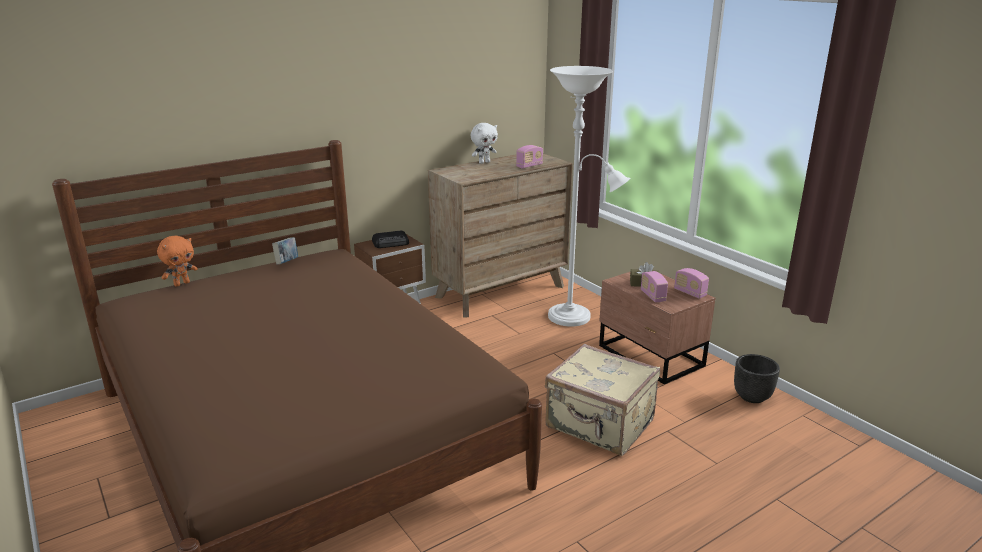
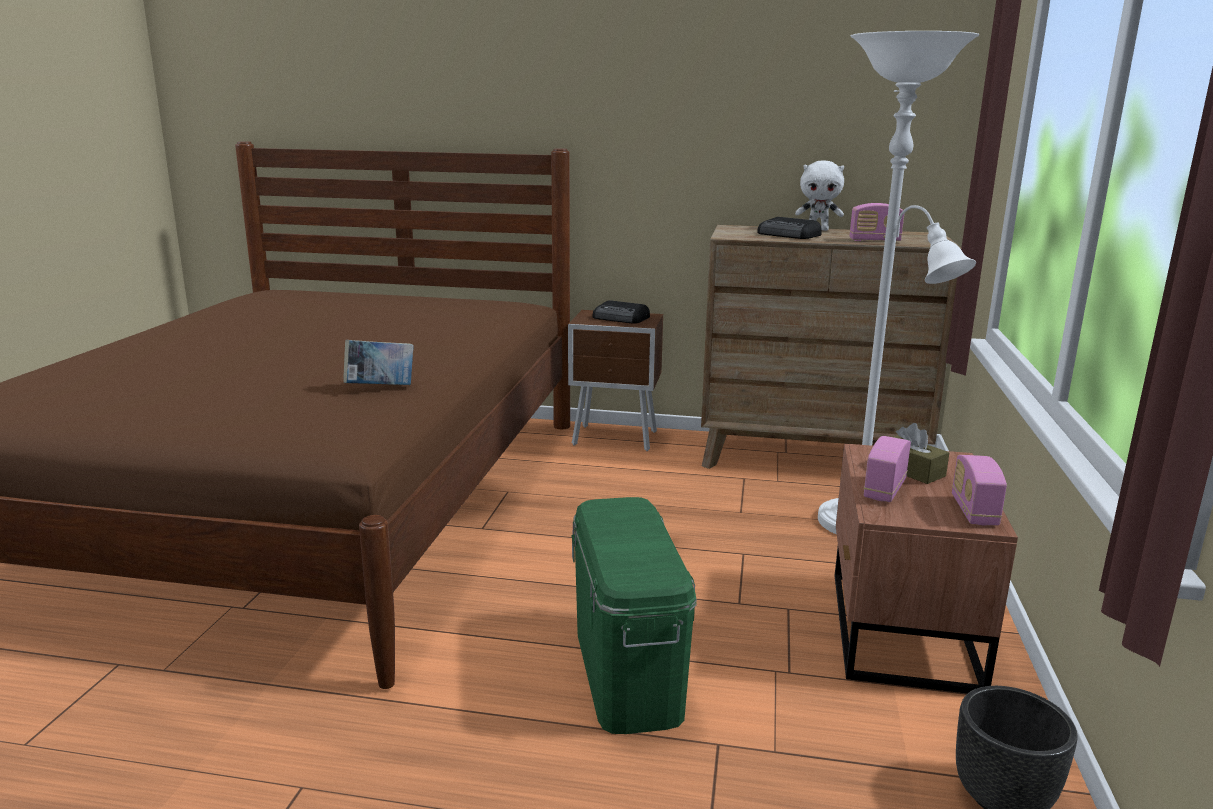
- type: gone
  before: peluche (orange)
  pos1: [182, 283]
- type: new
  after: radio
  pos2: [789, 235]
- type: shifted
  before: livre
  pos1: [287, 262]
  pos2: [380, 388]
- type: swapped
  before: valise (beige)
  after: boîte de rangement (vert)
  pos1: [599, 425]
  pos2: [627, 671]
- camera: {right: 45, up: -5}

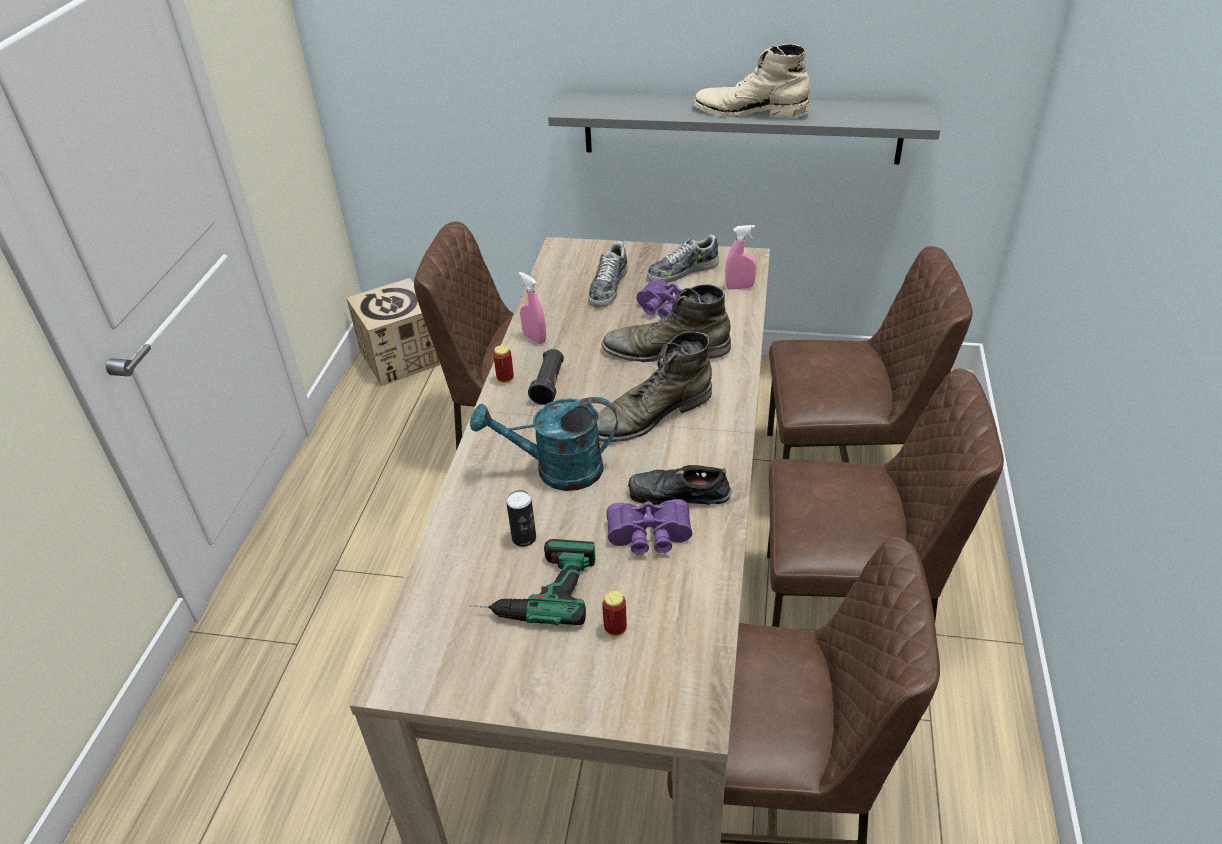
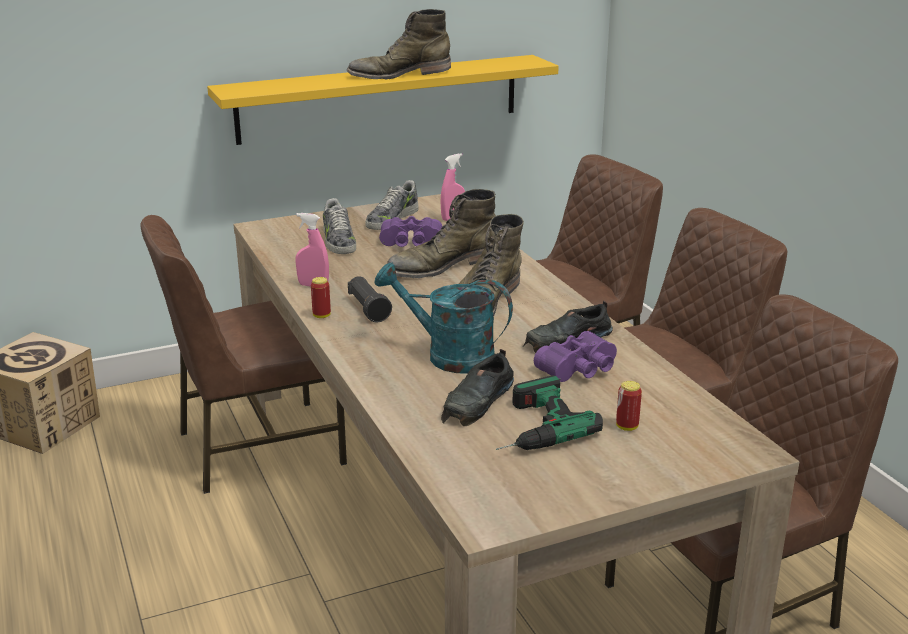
- type: swapped
  before: boîte métallique
  after: chaussure (noir)
  pos1: [524, 538]
  pos2: [478, 402]
- type: repainted
  before: étagère (gris)
  after: étagère (jaune)
  pos1: [740, 127]
  pos2: [380, 98]
- type: repainted
  before: botte (beige)
  after: botte (vert)
  pos1: [750, 111]
  pos2: [399, 74]
- type: rotated
  before: arrosoir (turquoise)
  pos1: [556, 470]
  pos2: [449, 356]
  turn: 60
- camera: {right: -35, up: -15}

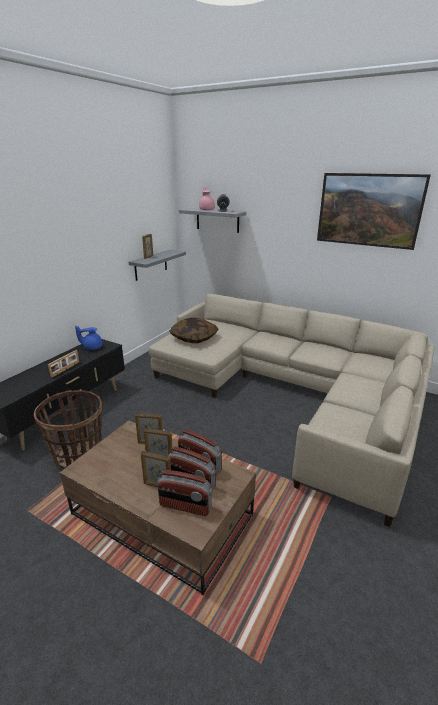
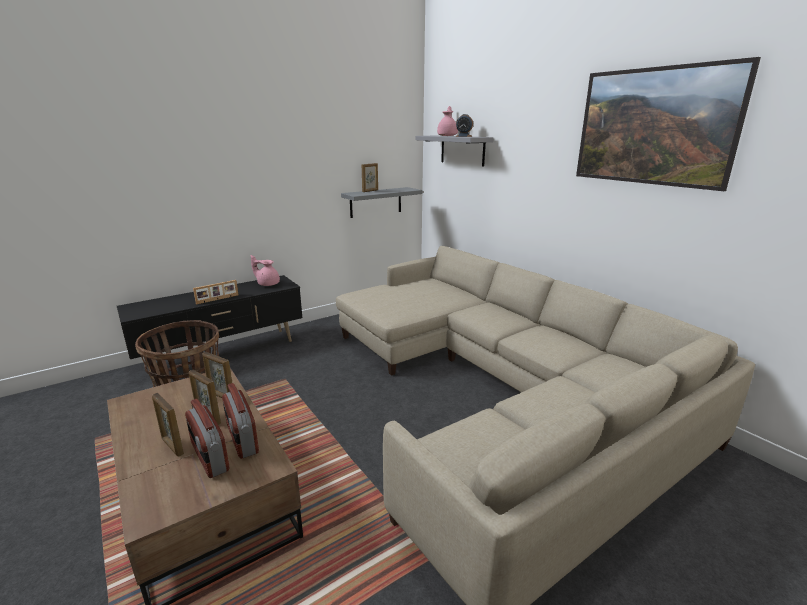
- type: gone
  before: radio
  pos1: [185, 506]
- type: gone
  before: coussin
  pos1: [194, 337]
- type: repainted
  before: théière (bleu)
  after: théière (rose)
  pos1: [92, 347]
  pos2: [267, 284]
- camera: {right: 25, up: -5}

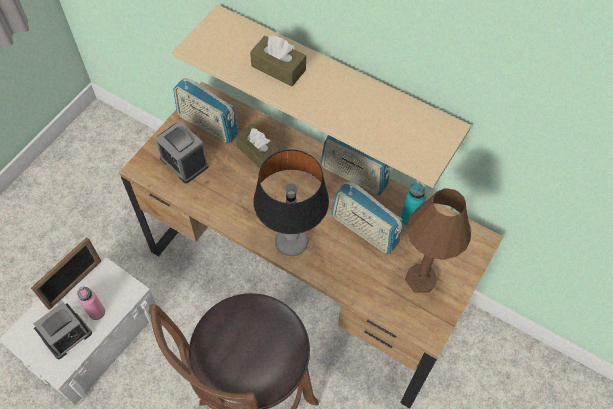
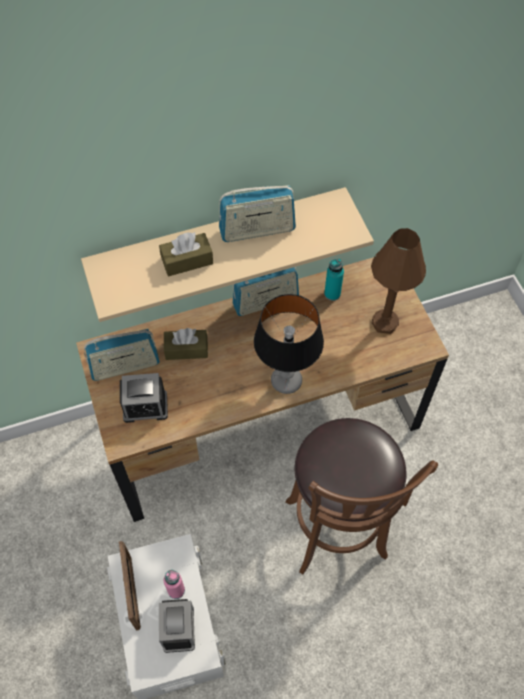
- type: shifted
  before: radio
  pos1: [364, 230]
  pos2: [257, 230]
- camera: {right: -50, up: 0}

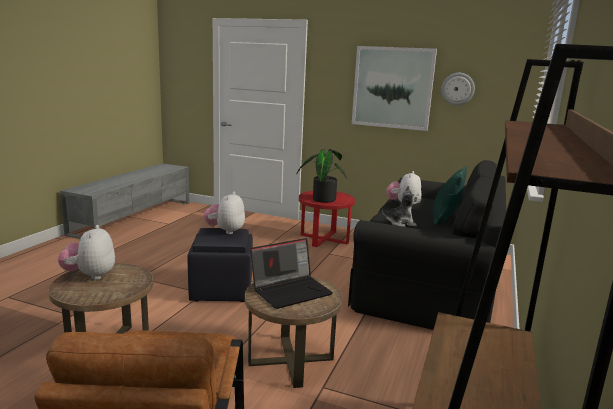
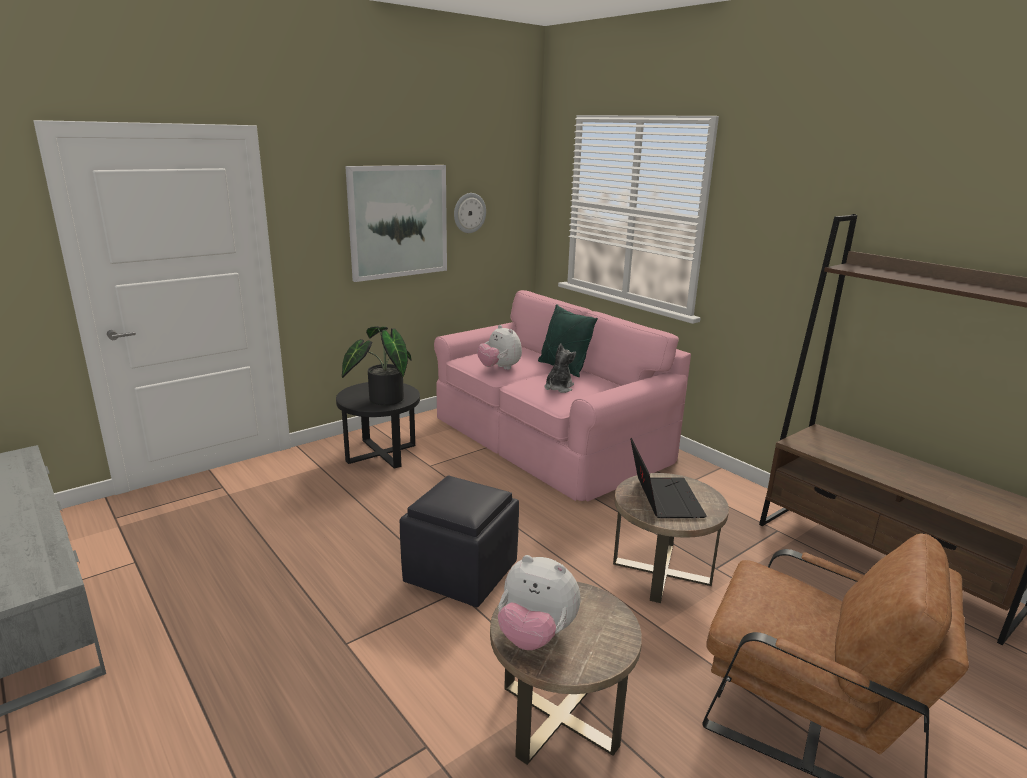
- type: gone
  before: peluche
  pos1: [225, 231]
- type: repainted
  before: table d'appoint (rouge)
  after: table d'appoint (noir)
  pos1: [324, 238]
  pos2: [381, 453]
- type: repainted
  before: canapé (noir)
  after: canapé (rose)
  pos1: [428, 280]
  pos2: [550, 439]
- camera: {right: -60, up: 5}

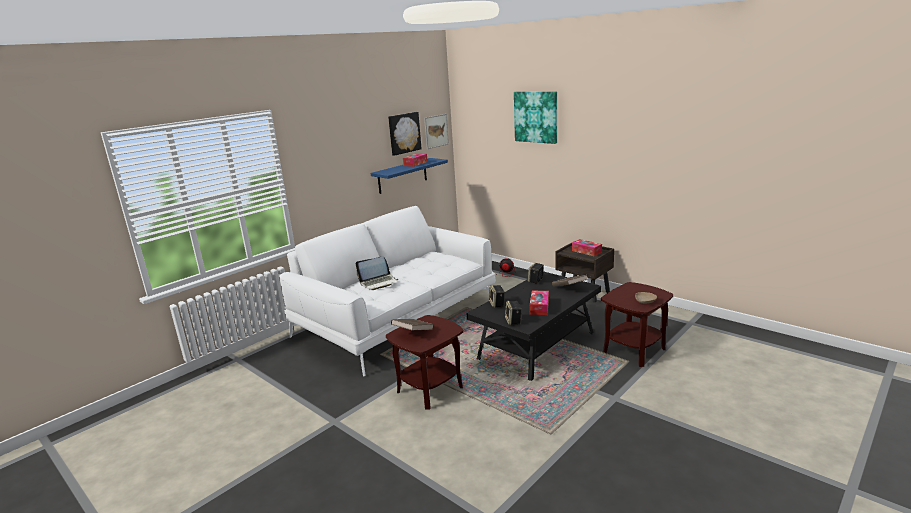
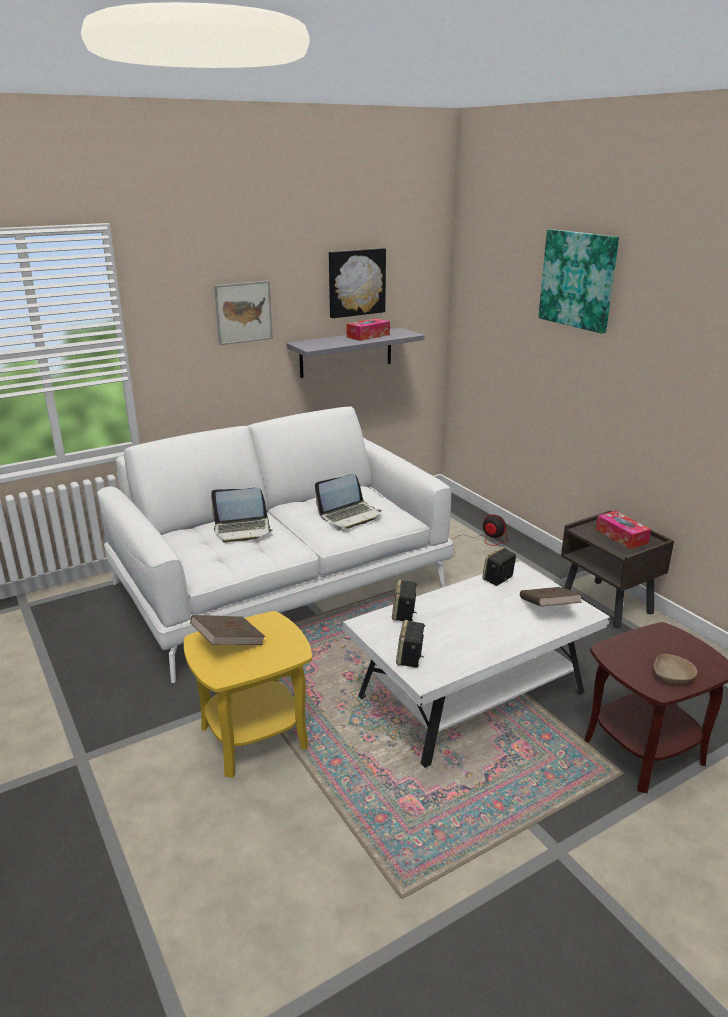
- type: gone
  before: boîte à mouchoirs
  pos1: [539, 307]
- type: new
  after: ordinateur portable
  pos2: [350, 515]
- type: shifted
  before: tableau
  pos1: [436, 131]
  pos2: [243, 312]
- type: repainted
  before: étagère (bleu)
  after: étagère (gris)
  pos1: [402, 175]
  pos2: [346, 352]
- type: repainted
  before: table d'appoint (marron)
  after: table d'appoint (jaune)
  pos1: [429, 389]
  pos2: [254, 736]
- type: repainted
  before: table basse (noir)
  after: table basse (blanc)
  pos1: [537, 347]
  pos2: [471, 697]
- camera: {right: 15, up: 5}

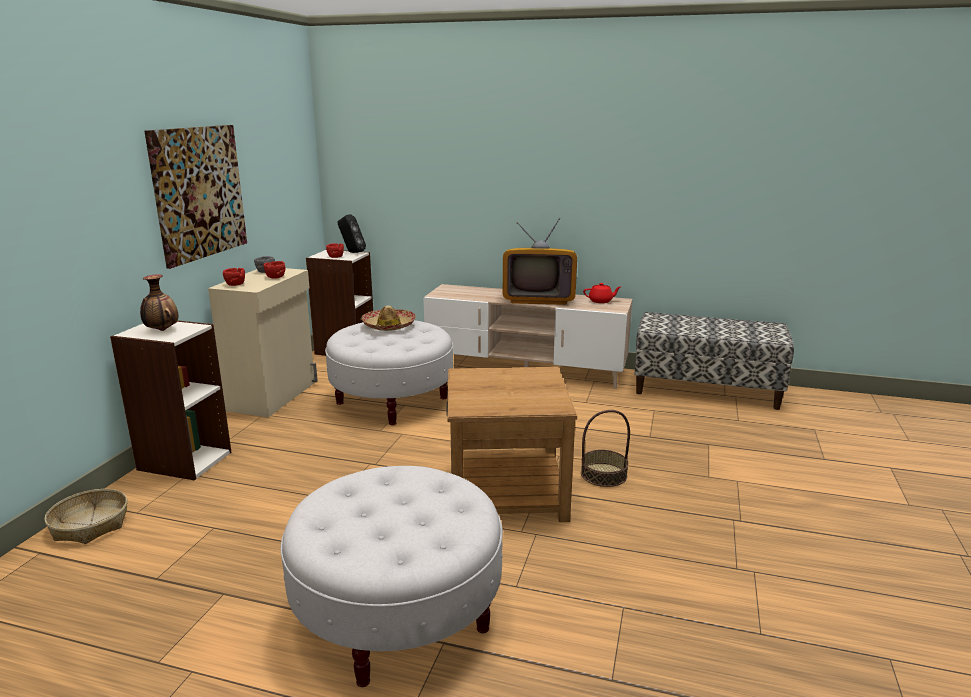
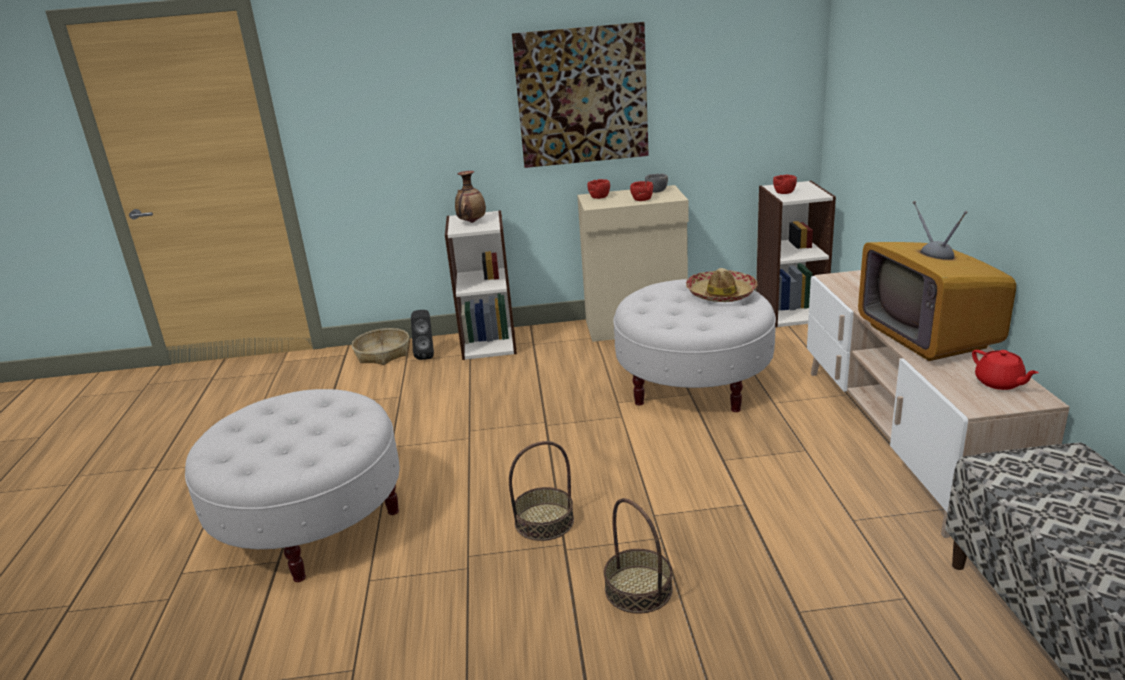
- type: shifted
  before: enceinte (noir)
  pos1: [351, 252]
  pos2: [427, 355]
- type: swapped
  before: table d'appoint (marron)
  after: panier
  pos1: [506, 491]
  pos2: [544, 522]
- camera: {right: 70, up: 5}

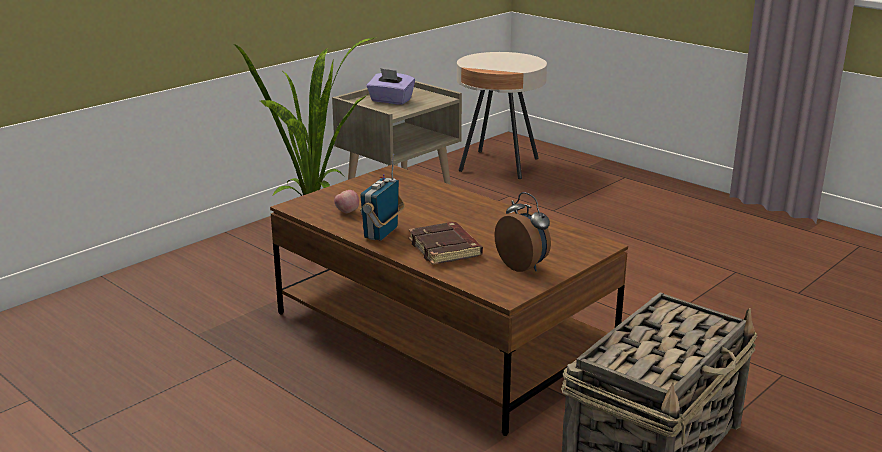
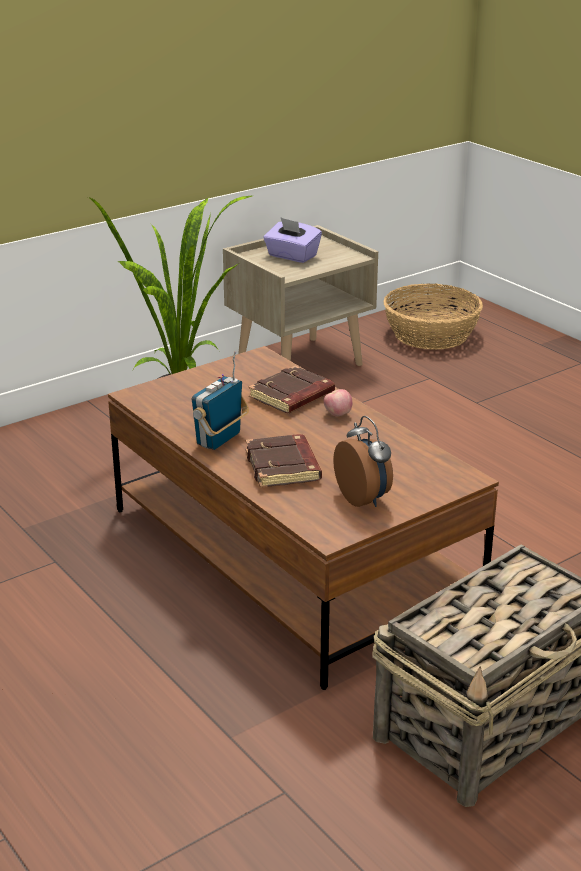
- type: new
  after: livre (marron)
  pos2: [292, 396]
- type: shifted
  before: pomme
  pos1: [347, 212]
  pos2: [337, 414]
- type: swapped
  before: table d'appoint (beige)
  after: panier
  pos1: [499, 165]
  pos2: [431, 334]
- camera: {right: 10, up: 5}

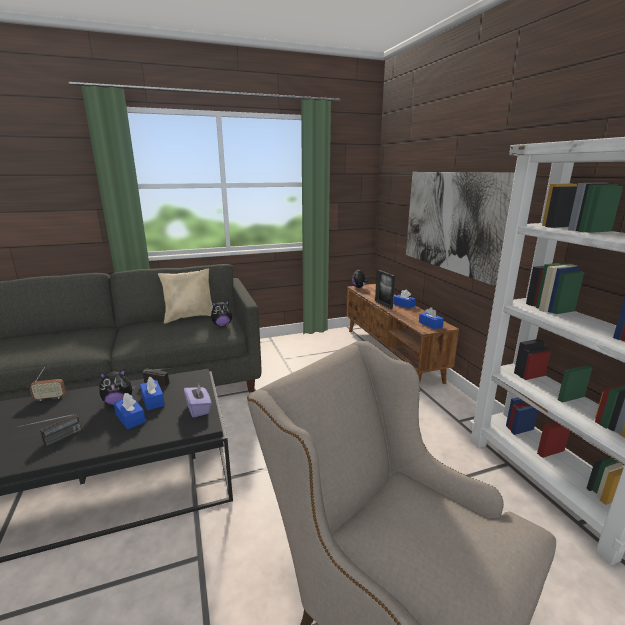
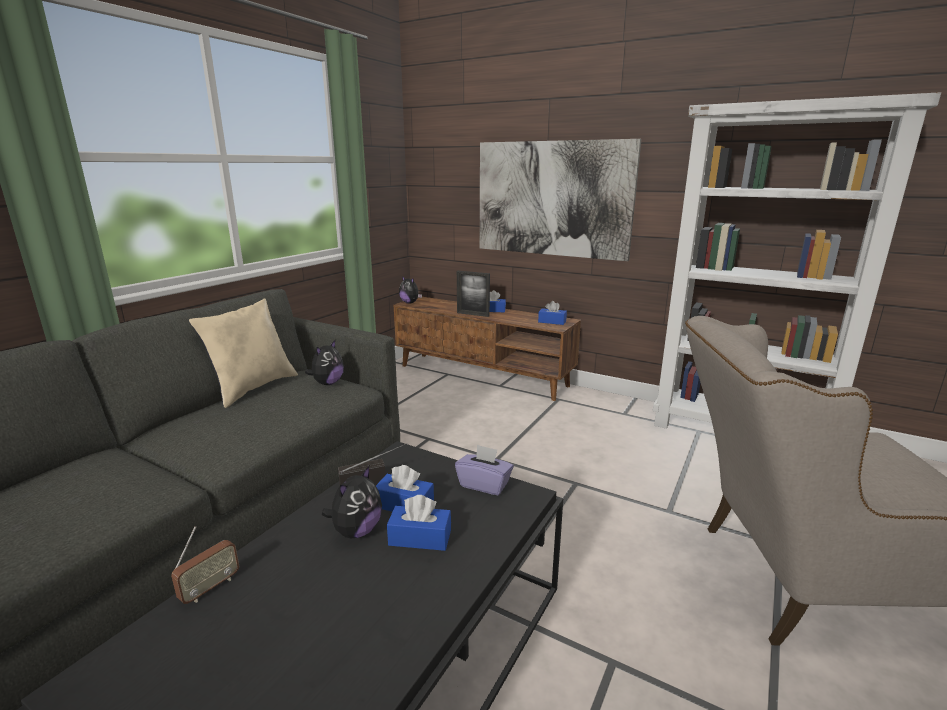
- type: gone
  before: radio
  pos1: [53, 441]
- camera: {right: -40, up: 0}

